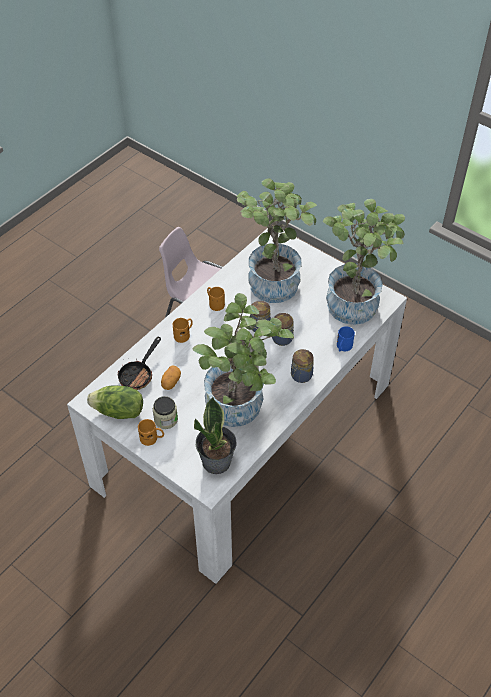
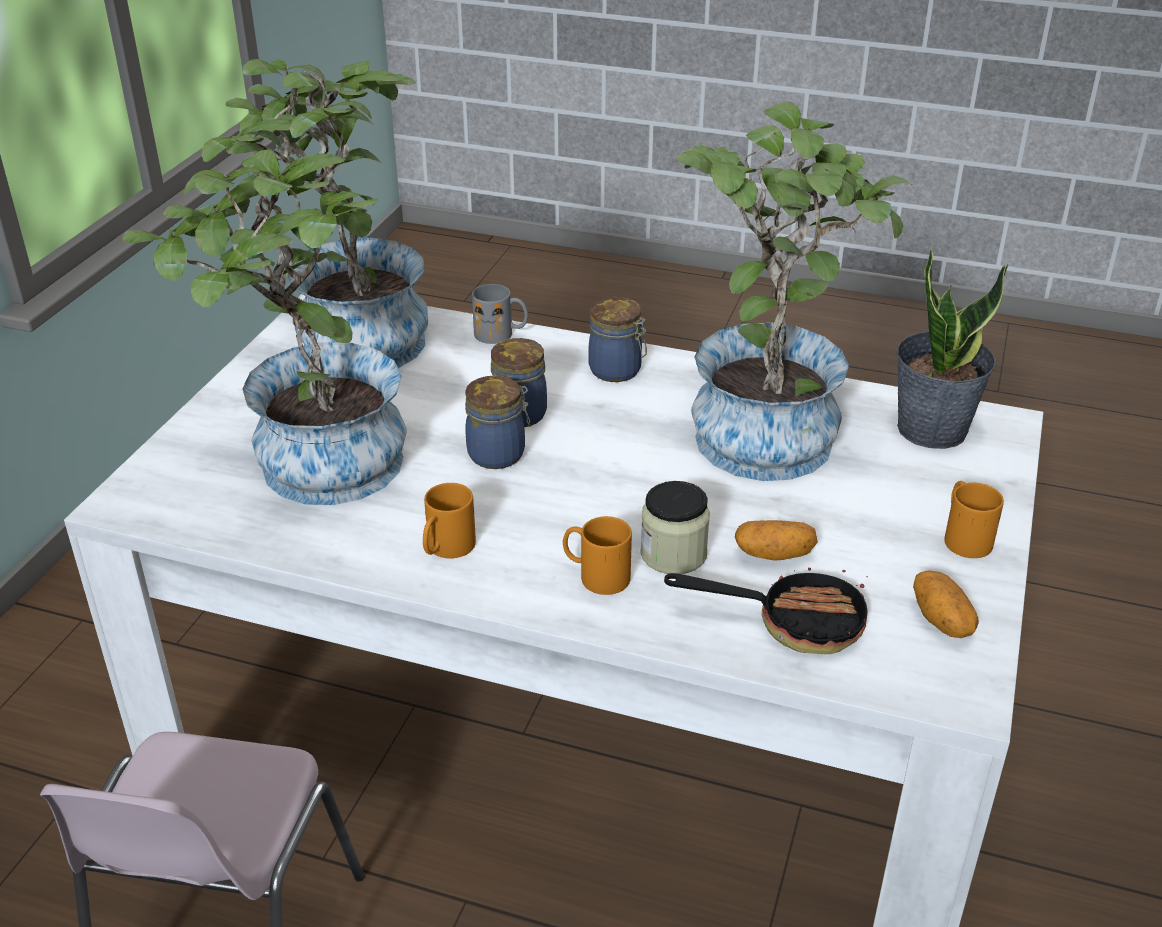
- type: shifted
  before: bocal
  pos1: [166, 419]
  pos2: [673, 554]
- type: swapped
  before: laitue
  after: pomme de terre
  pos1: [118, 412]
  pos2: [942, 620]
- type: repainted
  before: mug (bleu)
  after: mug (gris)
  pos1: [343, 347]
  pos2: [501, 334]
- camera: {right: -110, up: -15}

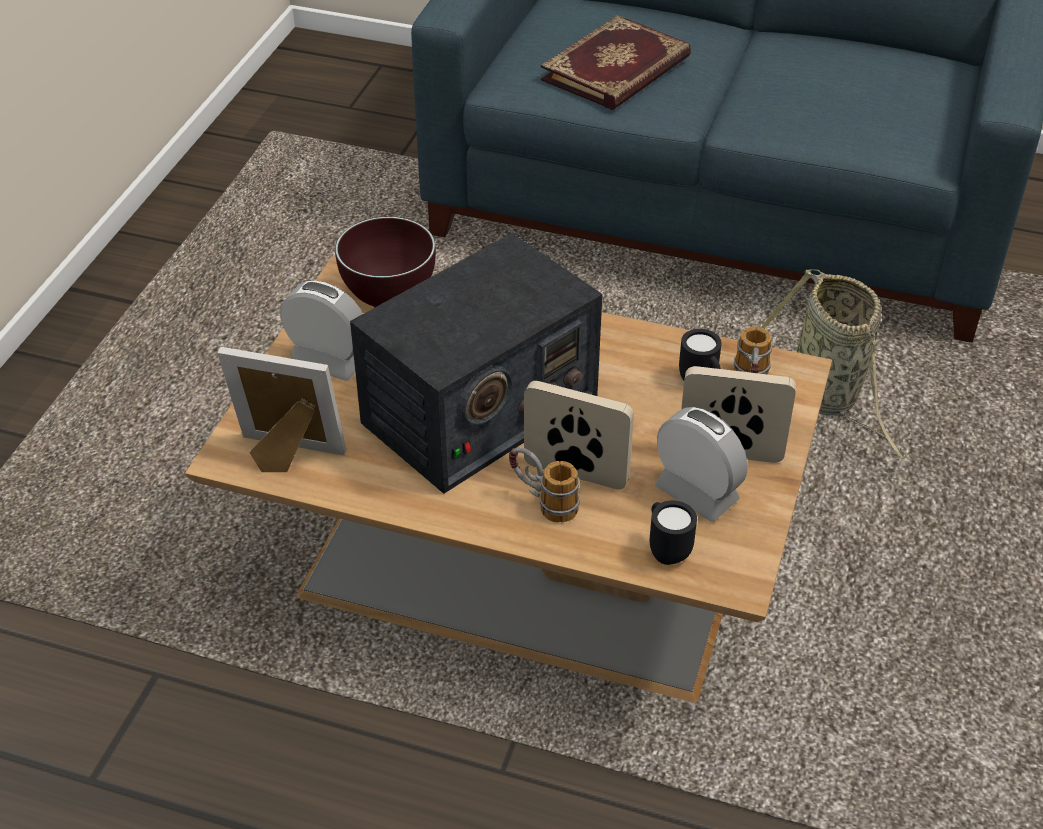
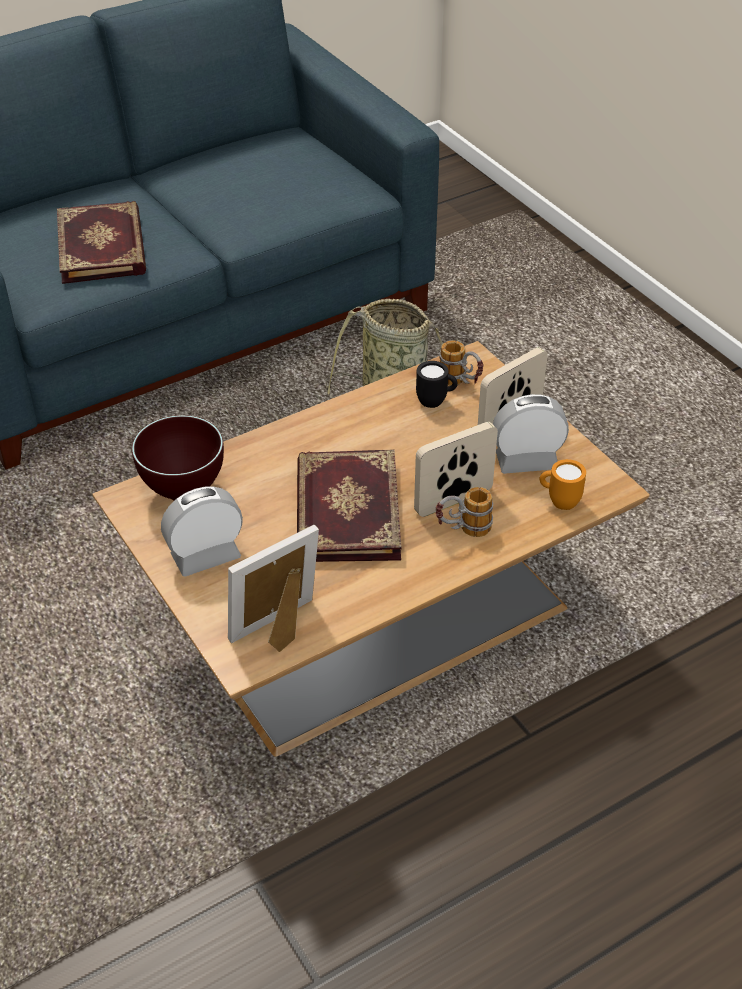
- type: swapped
  before: radio
  after: livre
  pos1: [479, 410]
  pos2: [345, 510]
- type: repainted
  before: mug (noir)
  after: mug (orange)
  pos1: [666, 550]
  pos2: [559, 501]
- camera: {right: -50, up: 0}

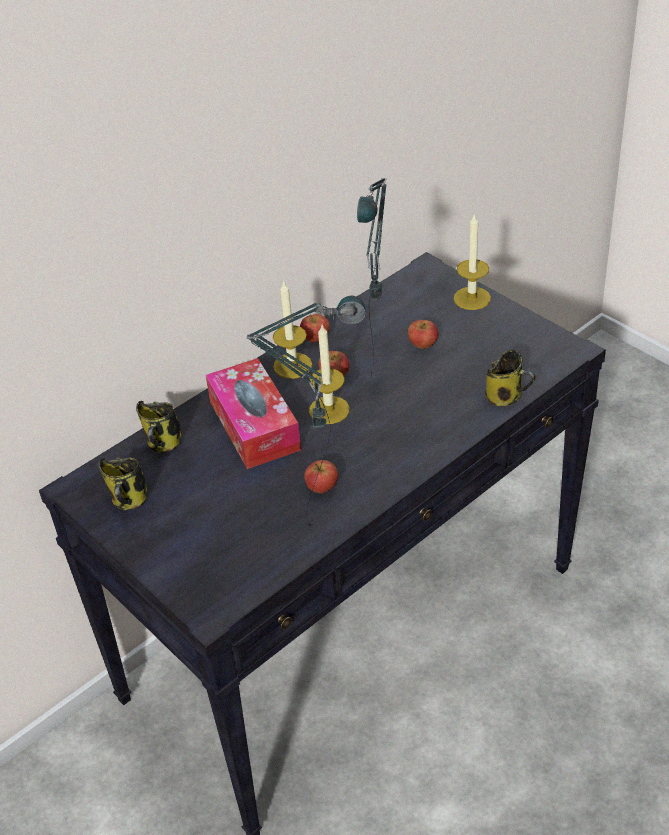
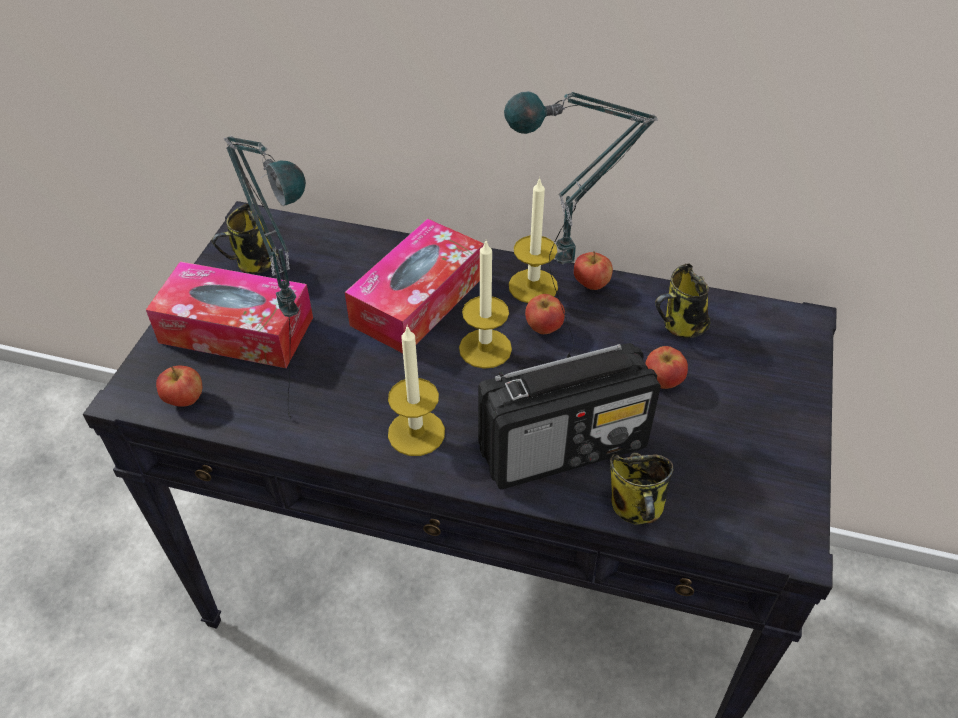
- type: new
  after: boîte à mouchoirs
  pos2: [236, 330]
- type: new
  after: radio
  pos2: [564, 447]
- type: shifted
  before: mug
  pos1: [164, 444]
  pos2: [681, 326]
- type: shifted
  before: pomme
  pos1: [322, 488]
  pos2: [185, 399]
- type: shifted
  before: bougie
  pos1: [472, 298]
  pos2: [416, 433]
- camera: {right: 55, up: 5}

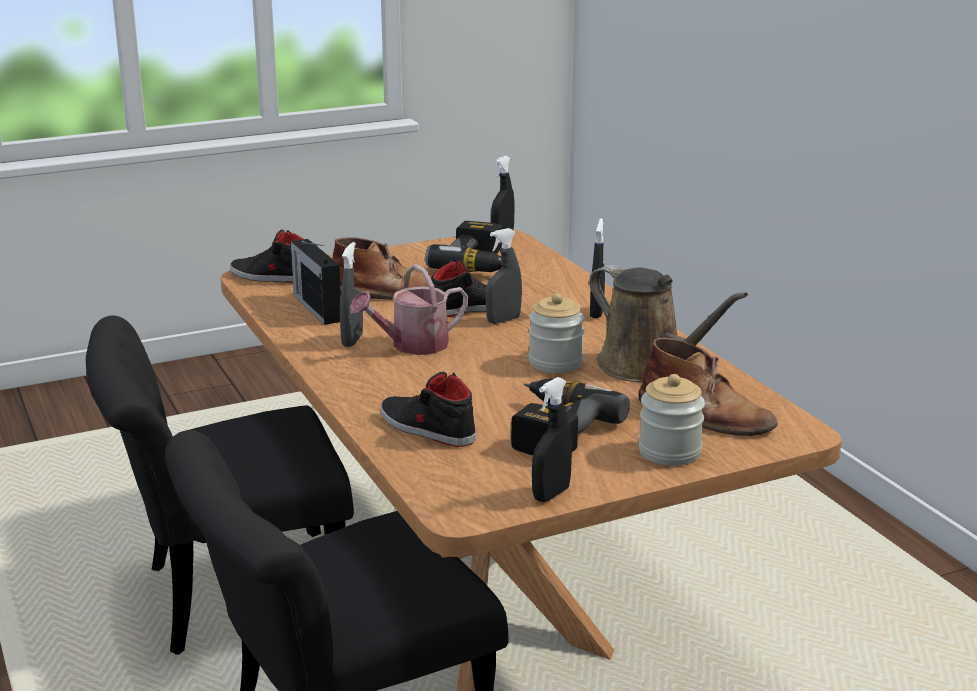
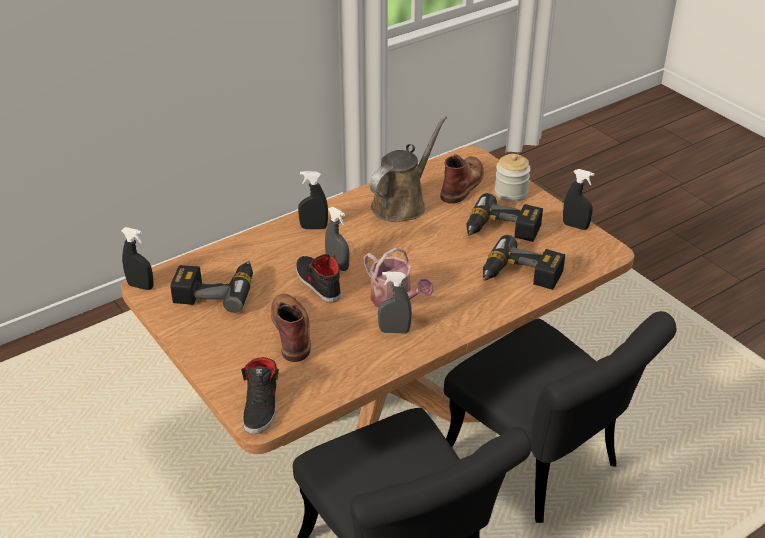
- type: gone
  before: radio
  pos1: [317, 307]
- type: gone
  before: bocal
  pos1: [555, 363]
- type: swapped
  before: chaussure (noir)
  after: perceuse
  pos1: [426, 428]
  pos2: [520, 277]
- camera: {right: -100, up: 15}

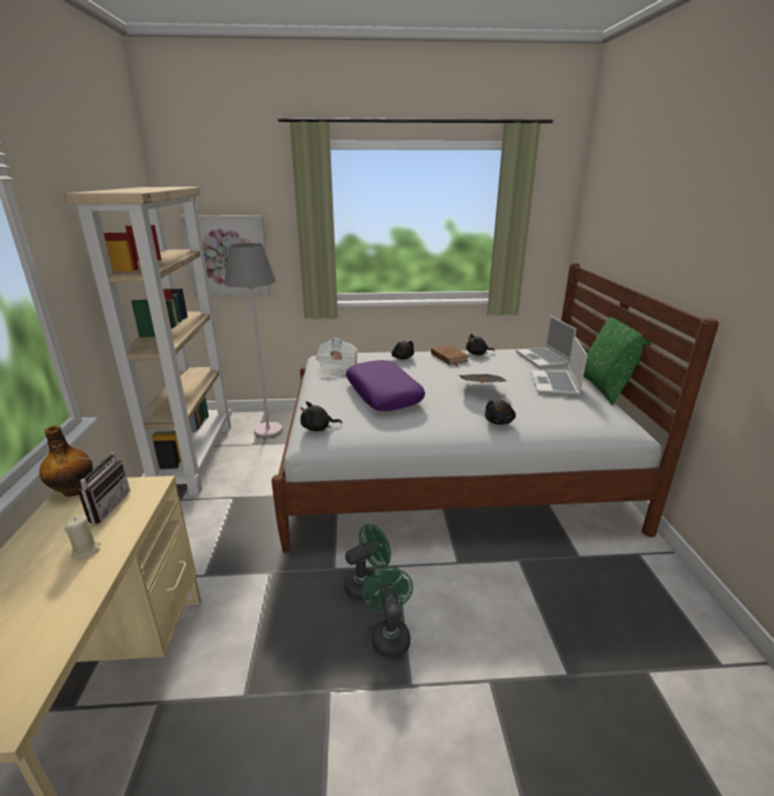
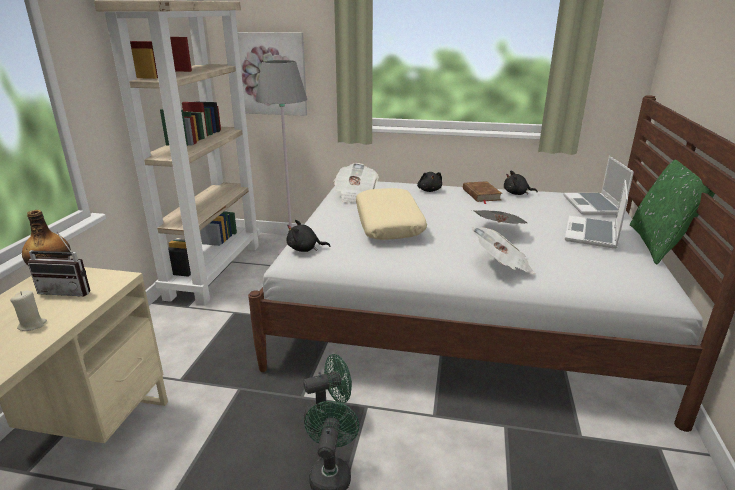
- type: swapped
  before: peluche (noir)
  after: journal
  pos1: [499, 422]
  pos2: [502, 265]
- type: repainted
  before: coussin (violet)
  after: coussin (beige)
  pos1: [384, 394]
  pos2: [389, 224]
- type: rotated
  before: radio
  pos1: [105, 506]
  pos2: [69, 290]
  turn: 75
- camera: {right: 15, up: 0}

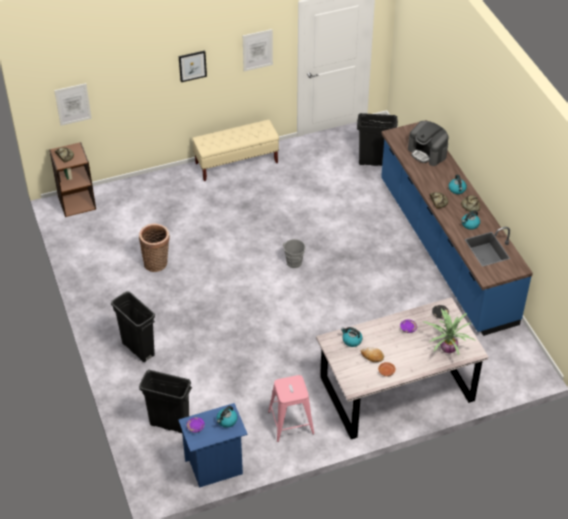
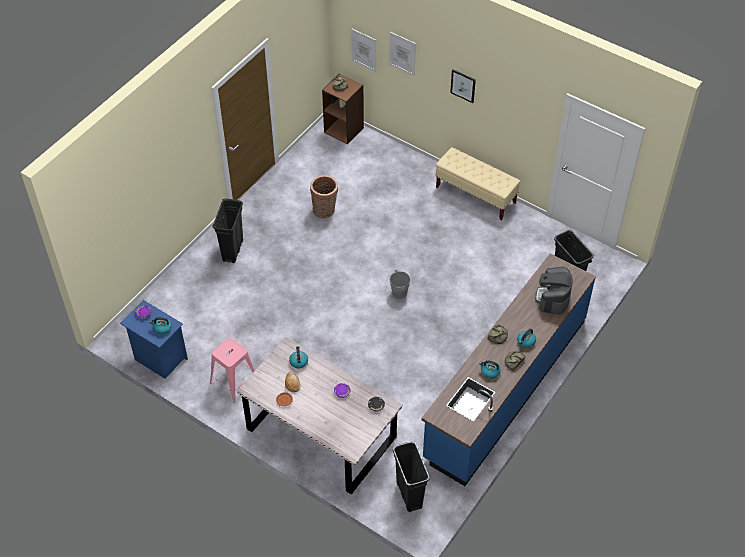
- type: gone
  before: plante en pot
  pos1: [447, 348]
- type: shifted
  before: poubelle (noir)
  pos1: [169, 424]
  pos2: [409, 494]
- type: shifted
  before: tableau
  pos1: [257, 50]
  pos2: [402, 53]
- camera: {right: 55, up: 5}

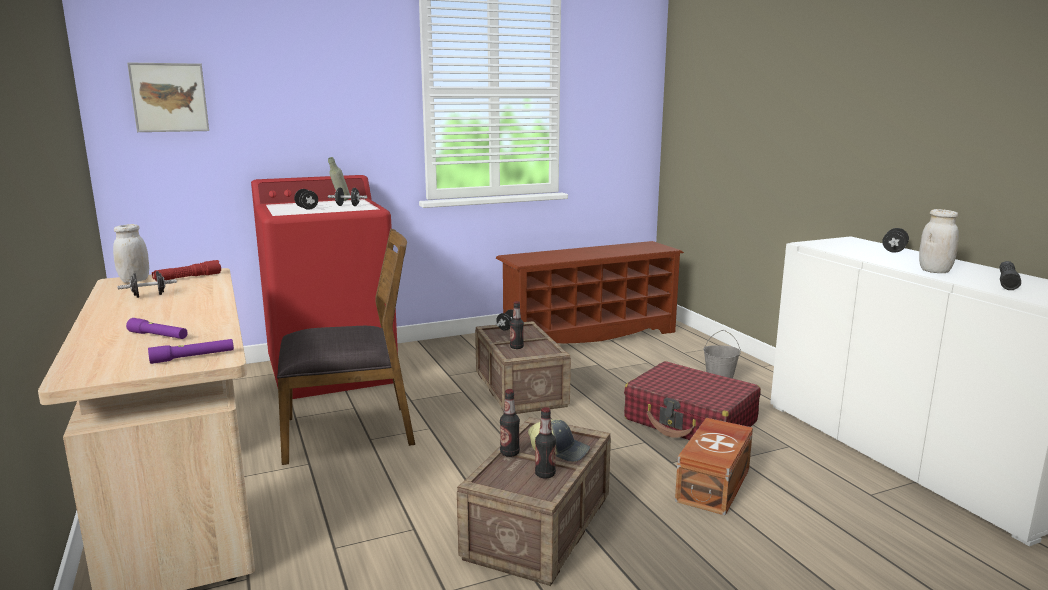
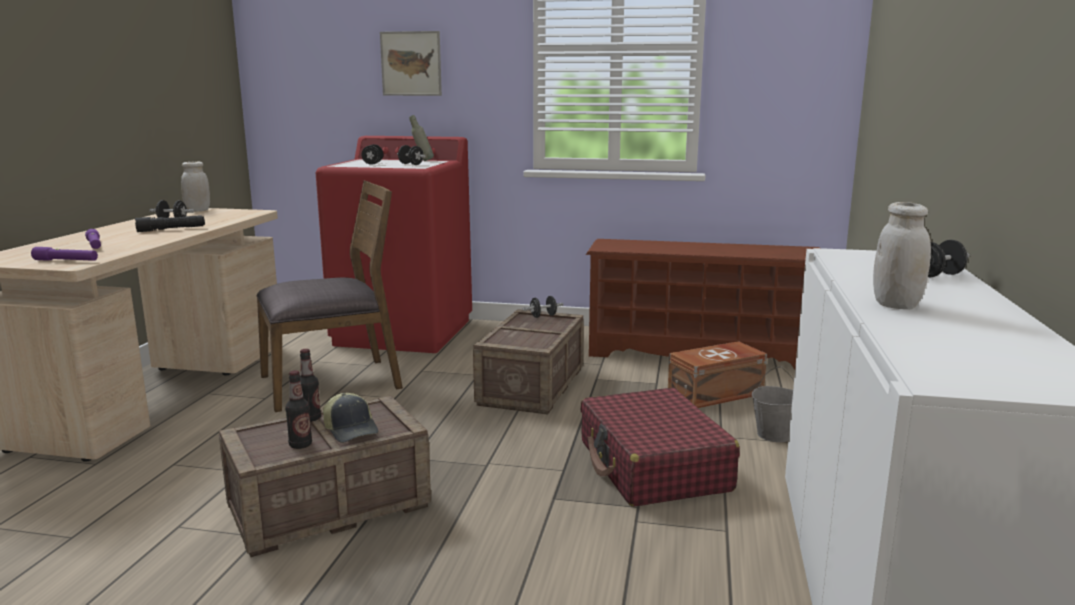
- type: gone
  before: lampe de poche (rouge)
  pos1: [187, 278]
- type: gone
  before: bouteille
  pos1: [516, 347]
- type: shifted
  before: tableau
  pos1: [169, 97]
  pos2: [411, 63]
- type: shifted
  before: boîte de rangement (marron)
  pos1: [715, 484]
  pos2: [717, 394]
- type: shifted
  before: lampe de poche (noir)
  pos1: [1007, 282]
  pos2: [171, 229]
- type: rotated
  before: chaise (marron)
  pos1: [349, 432]
  pos2: [332, 383]
  turn: -45
- camera: {right: 35, up: 0}

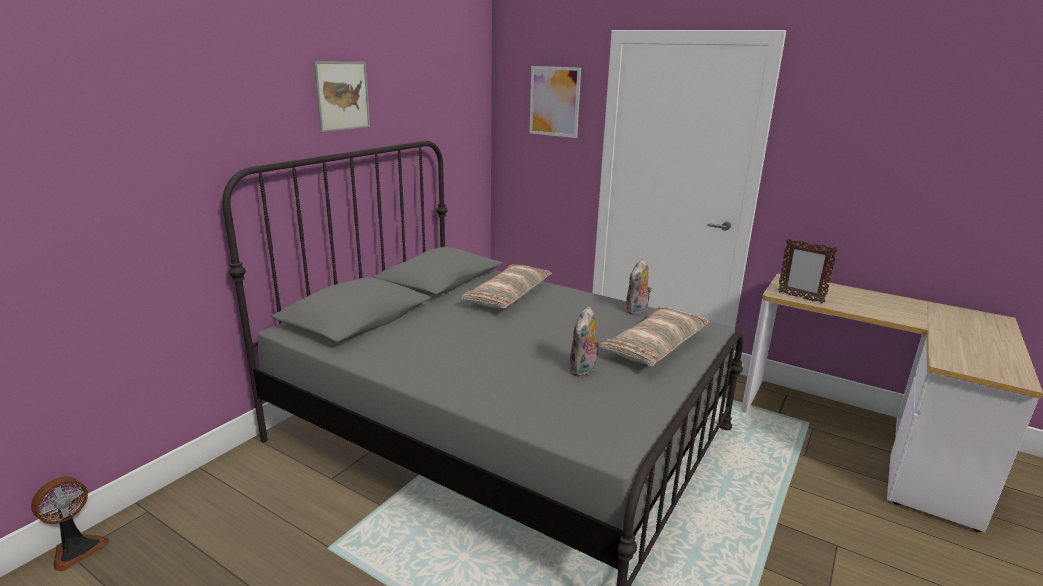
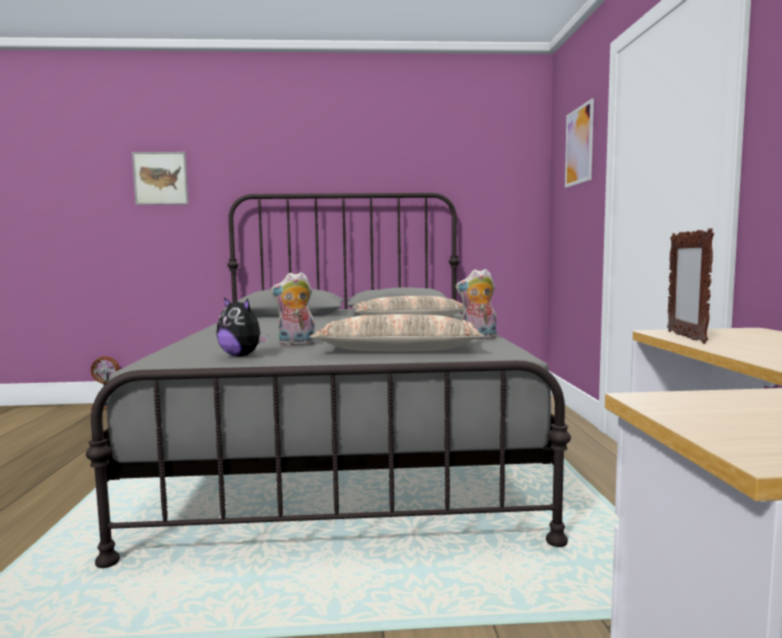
- type: new
  after: peluche
  pos2: [242, 356]
- type: shifted
  before: tableau
  pos1: [342, 96]
  pos2: [160, 178]
- camera: {right: 55, up: -15}

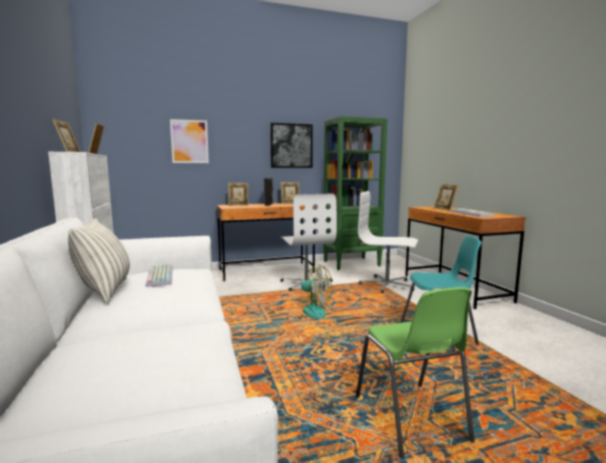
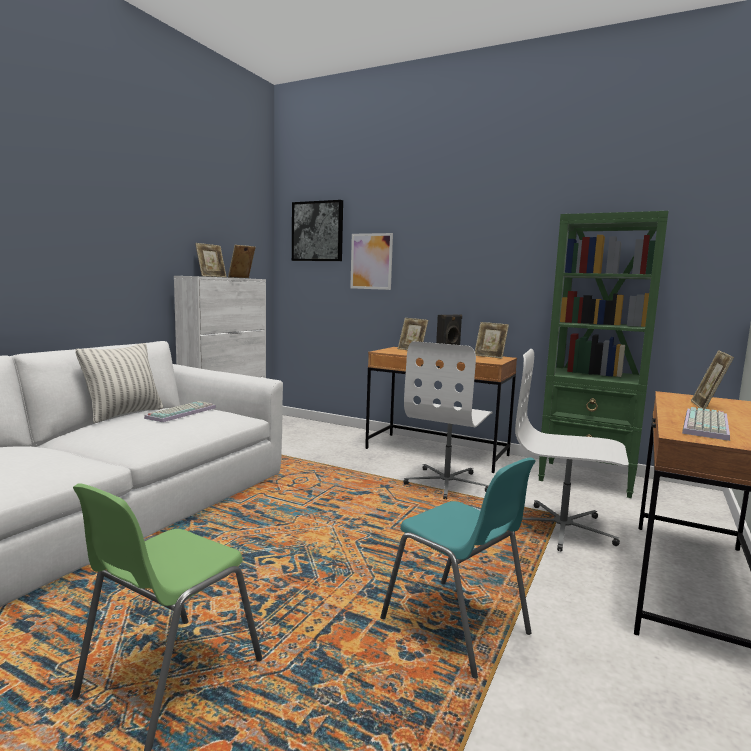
- type: gone
  before: ventilateur
  pos1: [308, 312]
- type: shifted
  before: tableau
  pos1: [291, 146]
  pos2: [317, 231]
- type: rotated
  before: chaise de bureau (blanc)
  pos1: [387, 285]
  pos2: [563, 528]
  turn: -45
- camera: {right: 45, up: 0}

